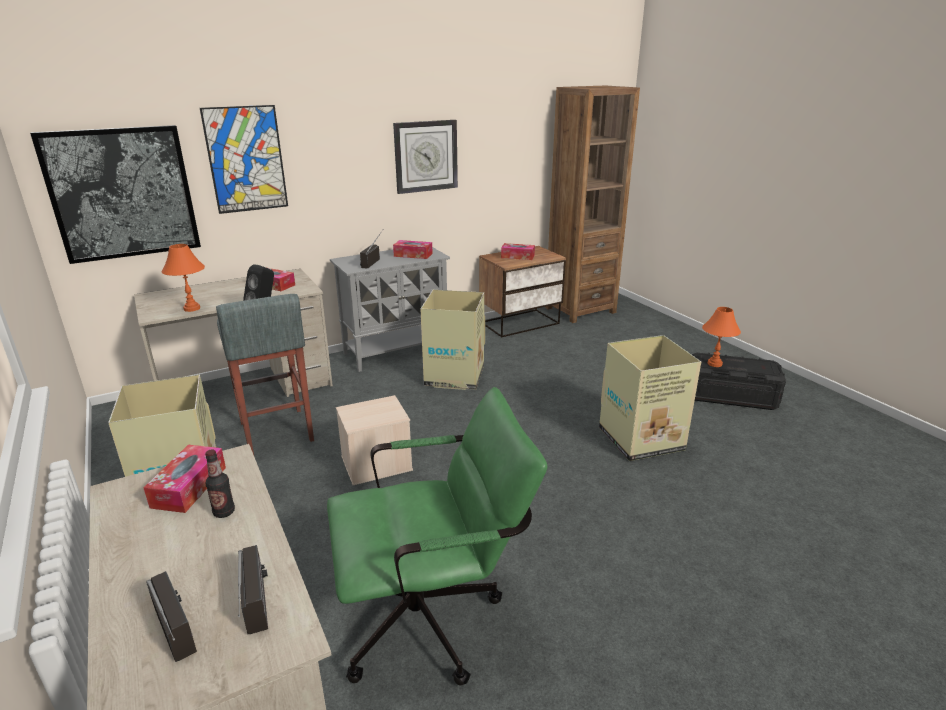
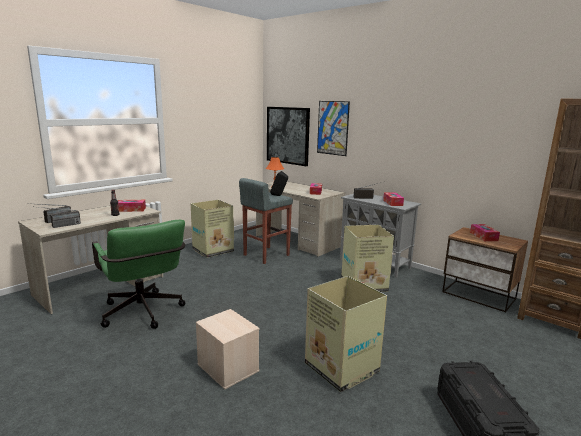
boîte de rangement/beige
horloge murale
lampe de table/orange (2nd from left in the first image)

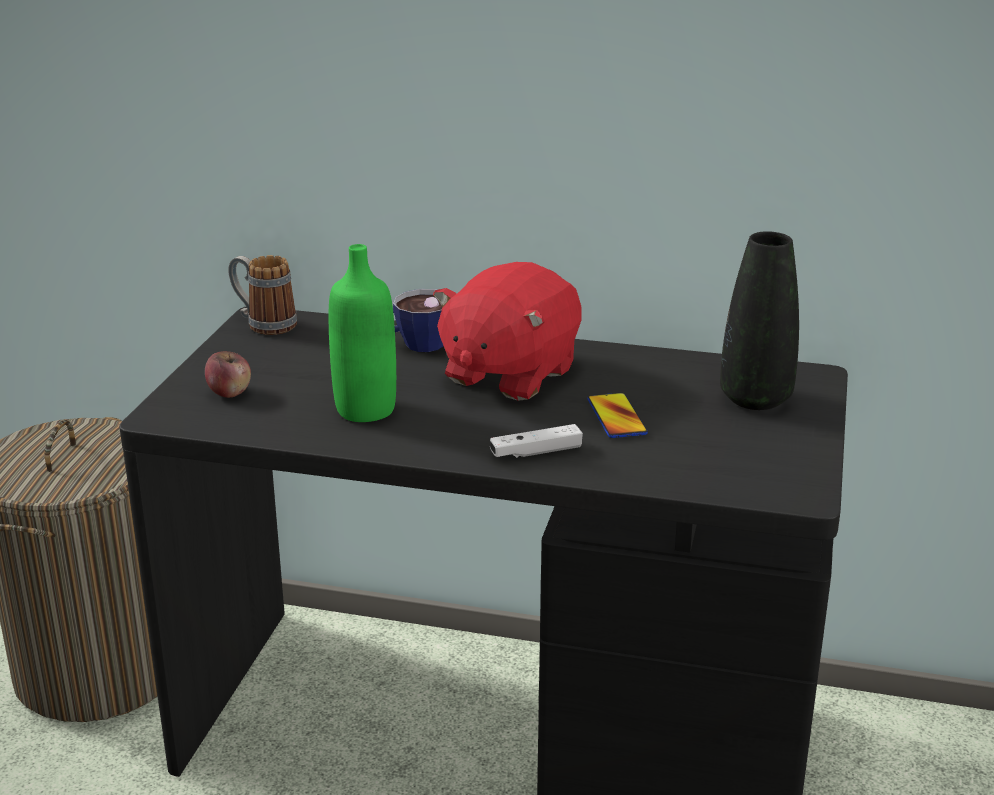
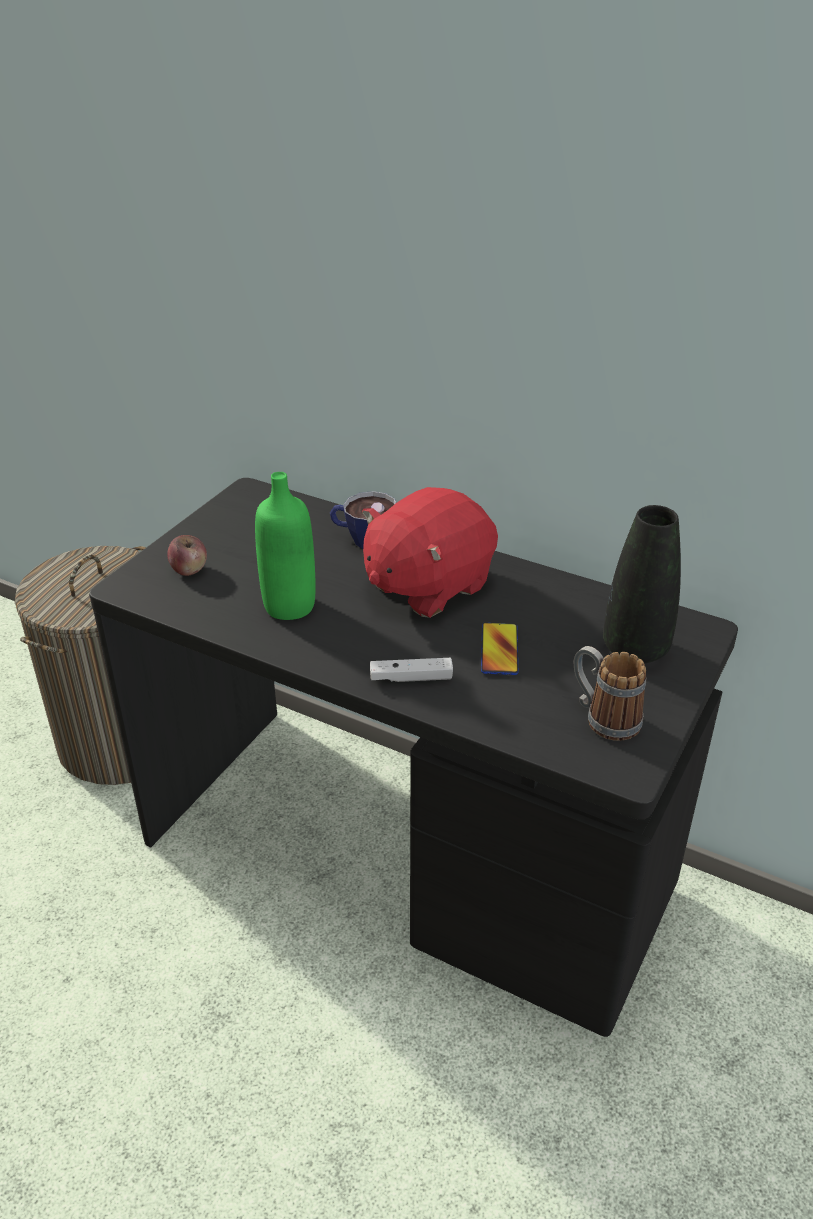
mug

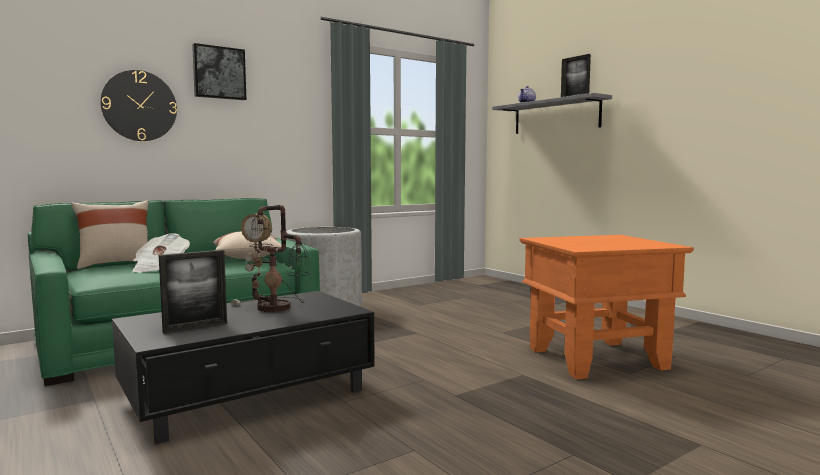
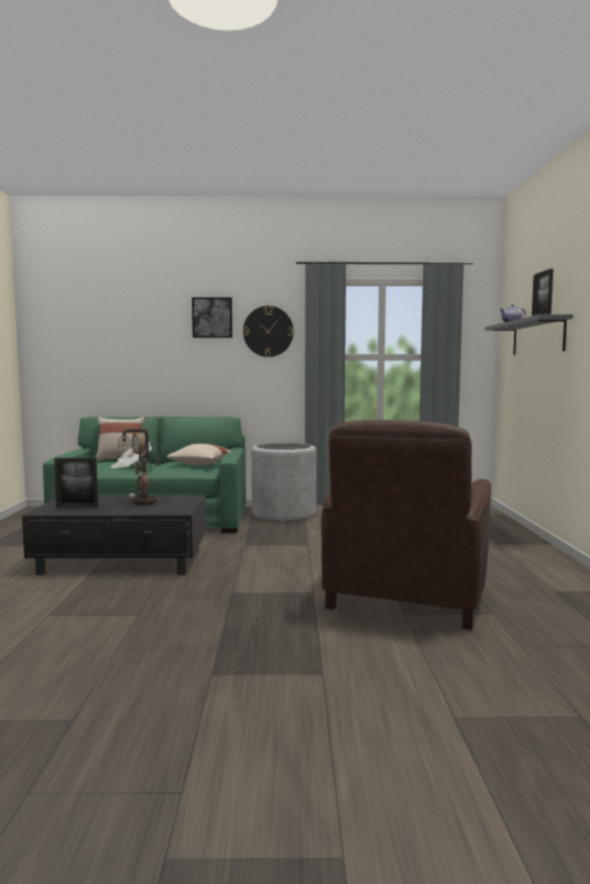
horloge murale
fauteuil/marron

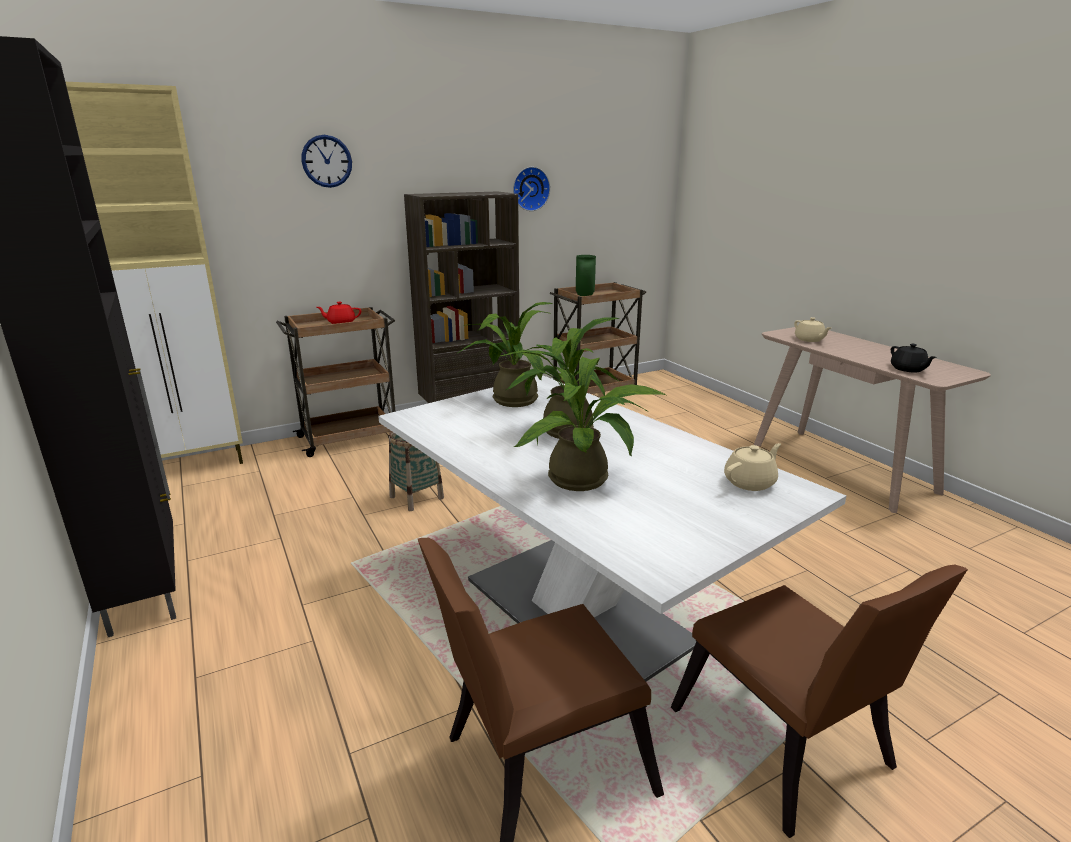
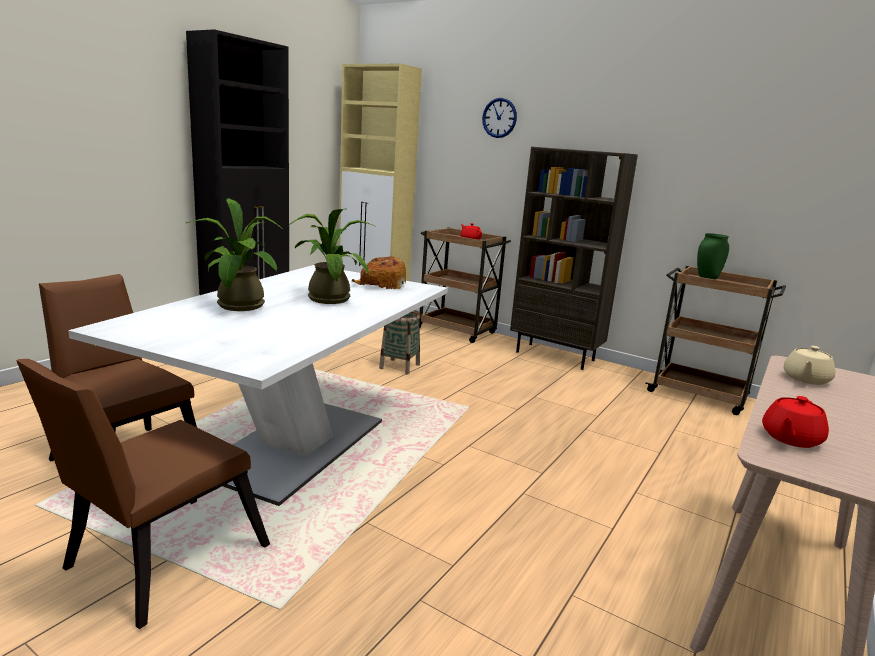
pain
théière/rouge (2nd from left)
horloge murale (2nd from left in the first image)
théière/beige (1st from left in the first image)

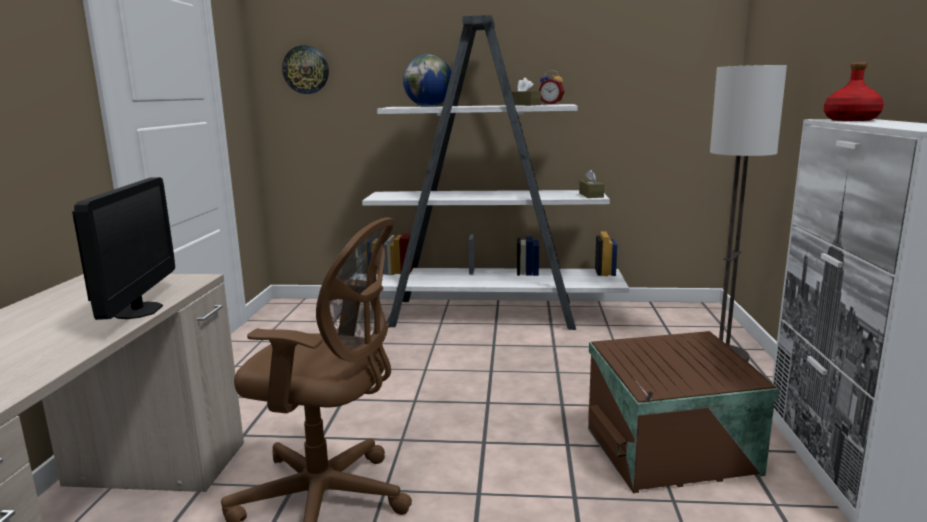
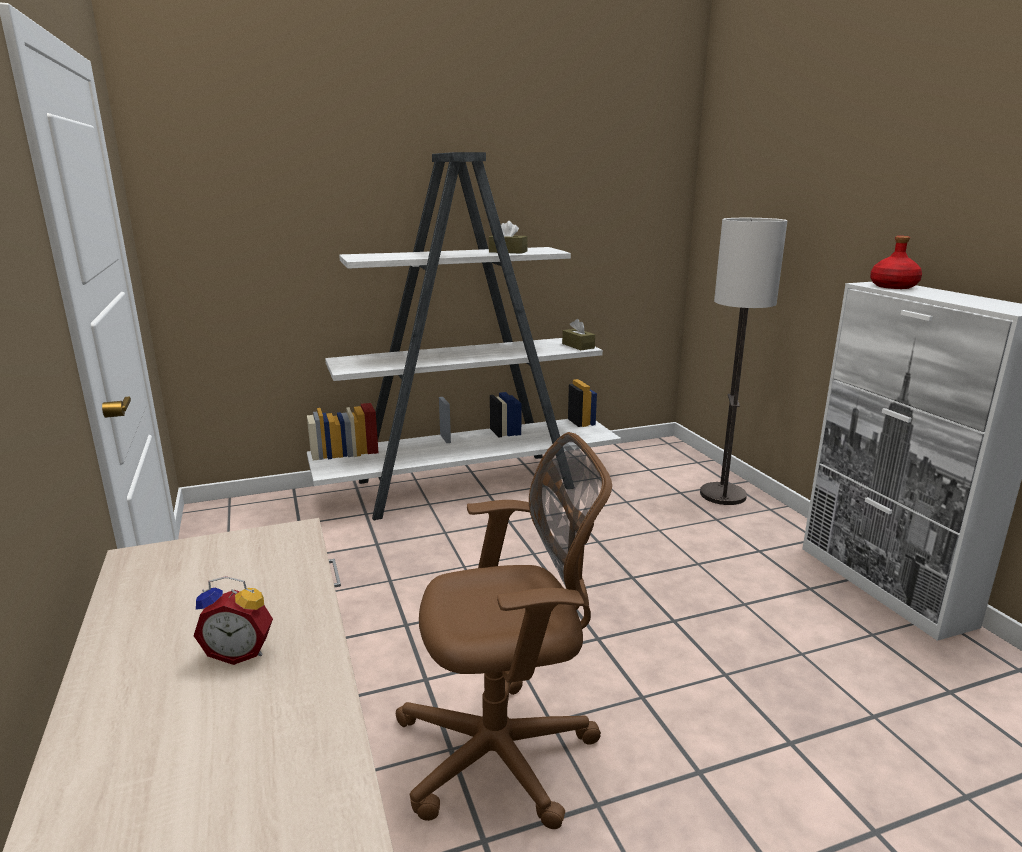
réveil
écran d'ordinateur
horloge murale
globe
boîte de rangement/marron

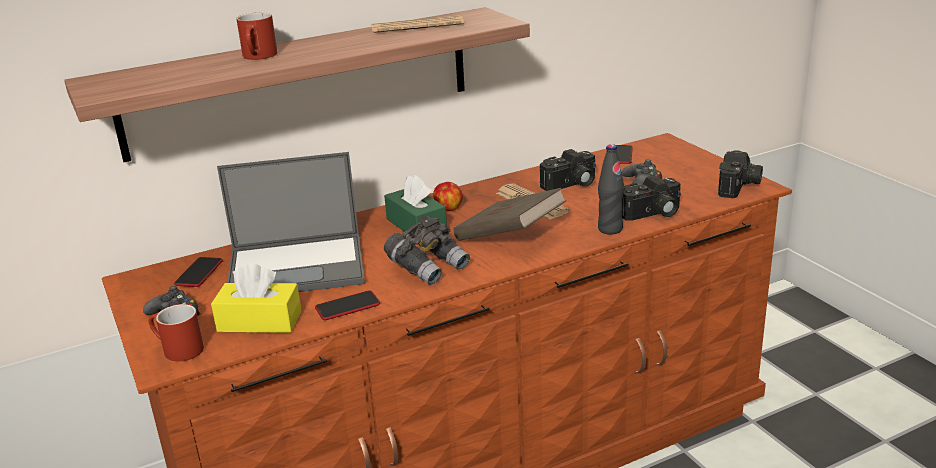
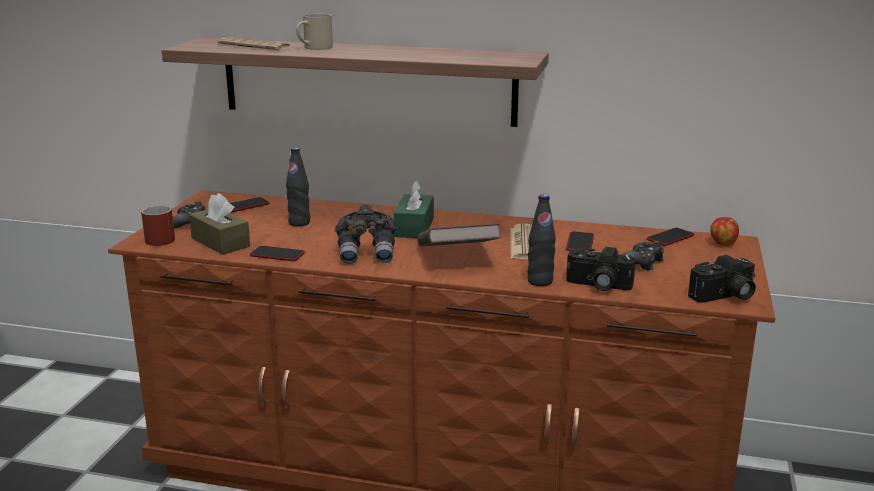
boîte à mouchoirs/marron
journal (1st from left)
bouteille/noir (1st from left)
mug/beige
téléphone (3rd from left)
pomme

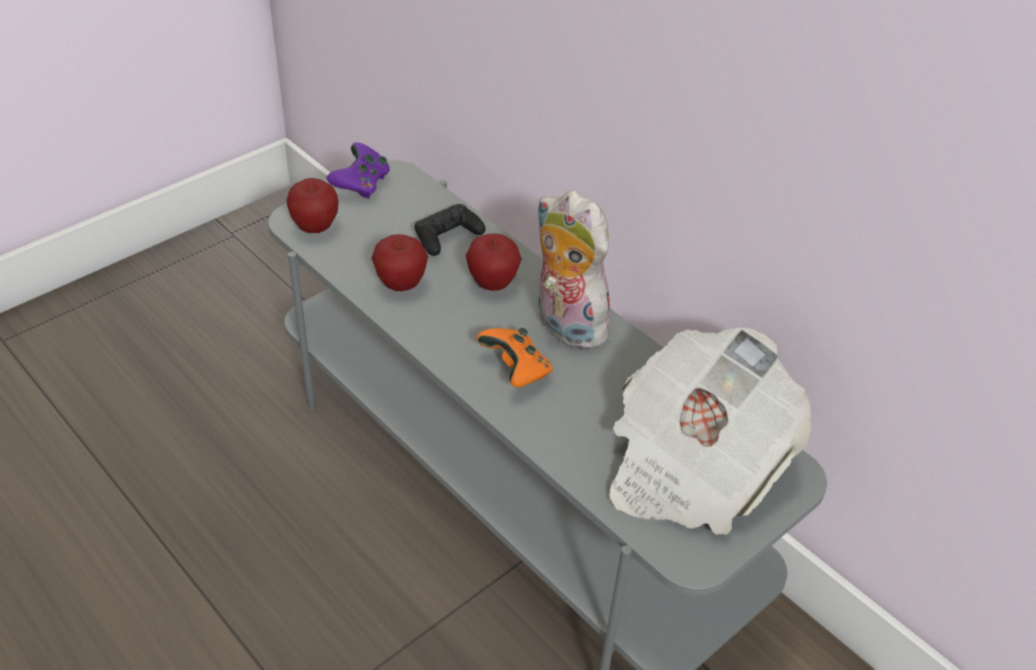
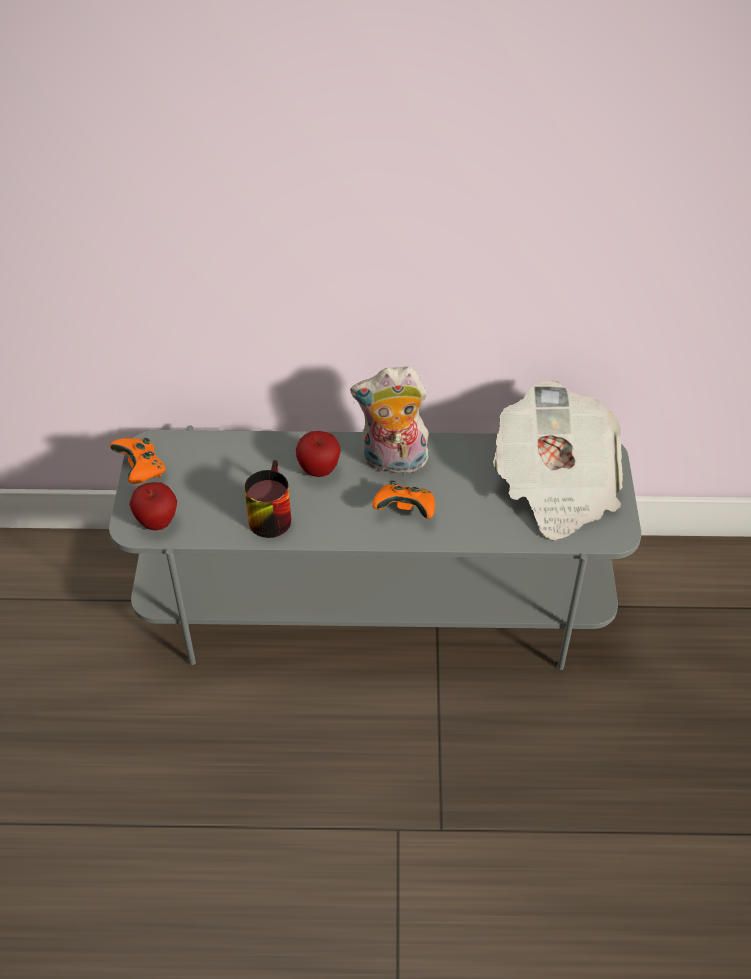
manette/orange (1st from left)
mug
manette/noir

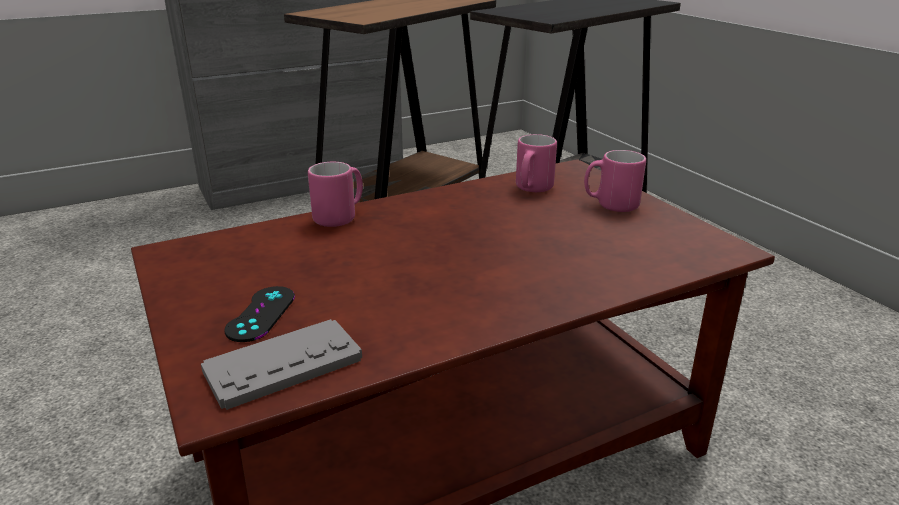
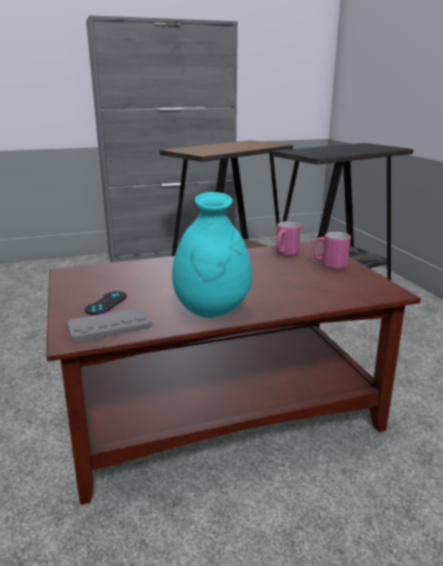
vase/turquoise
mug/rose (1st from left in the first image)

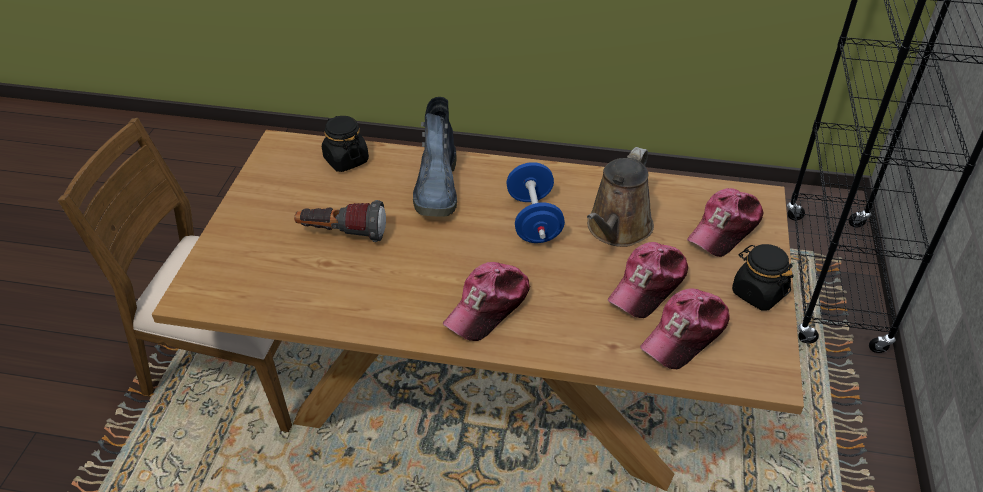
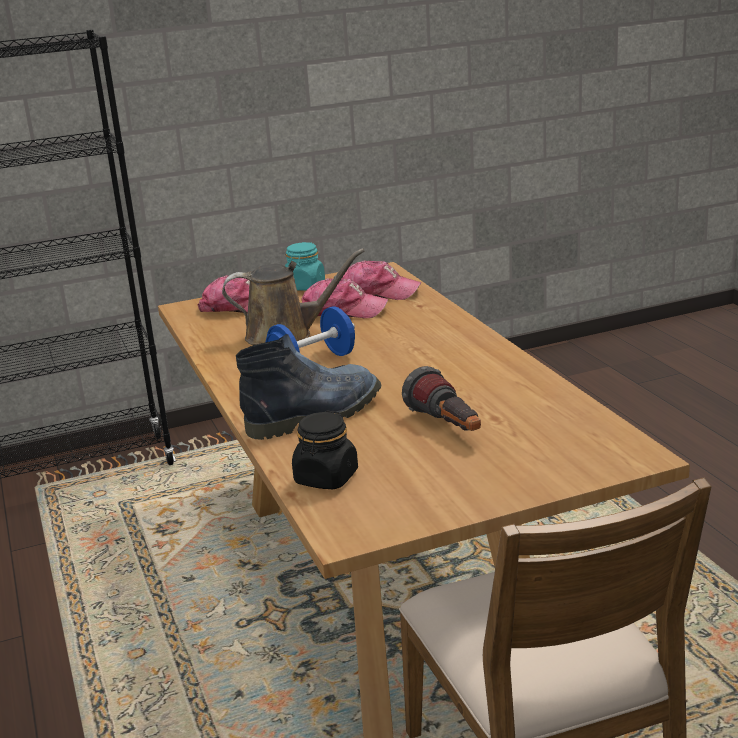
bocal/turquoise
casquette (1st from left in the first image)

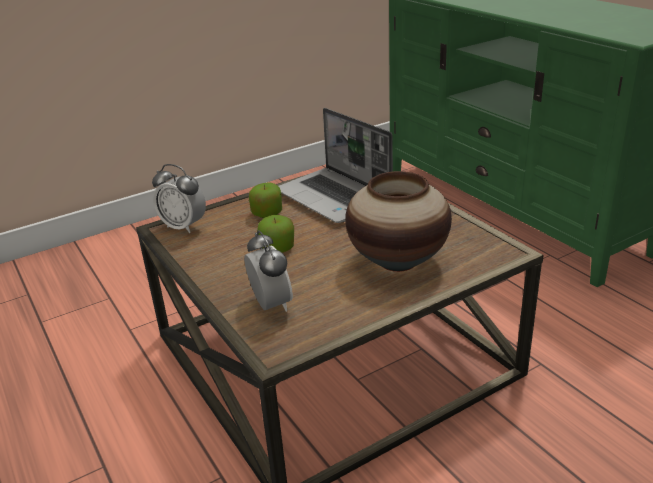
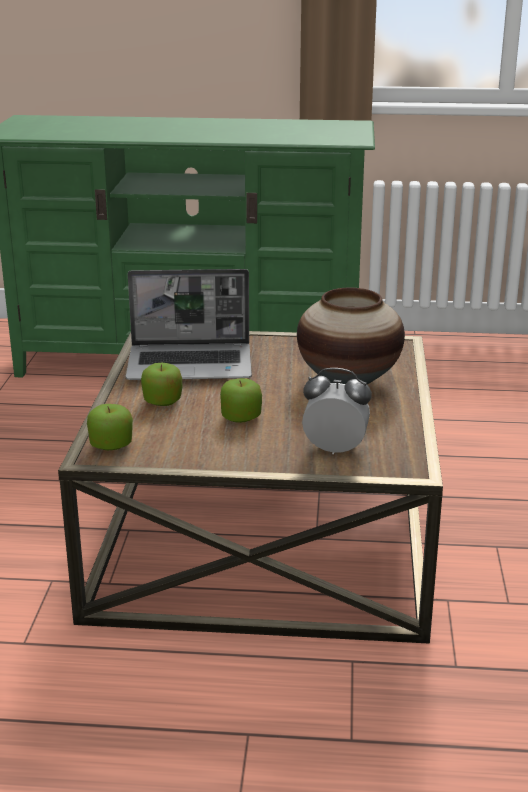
pomme (1st from left)

